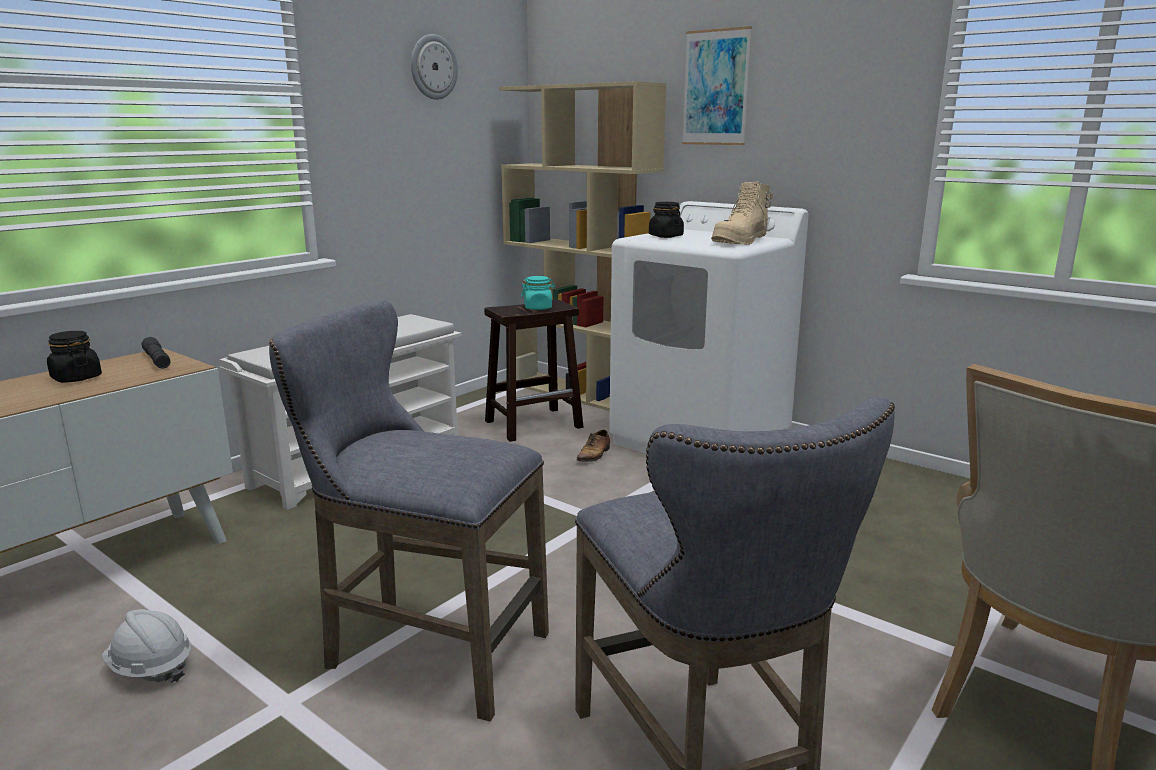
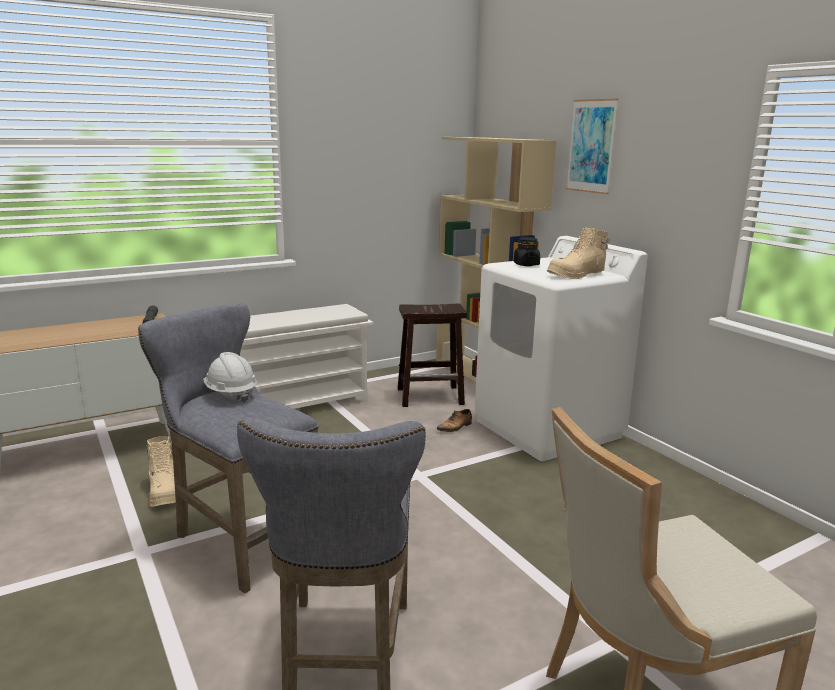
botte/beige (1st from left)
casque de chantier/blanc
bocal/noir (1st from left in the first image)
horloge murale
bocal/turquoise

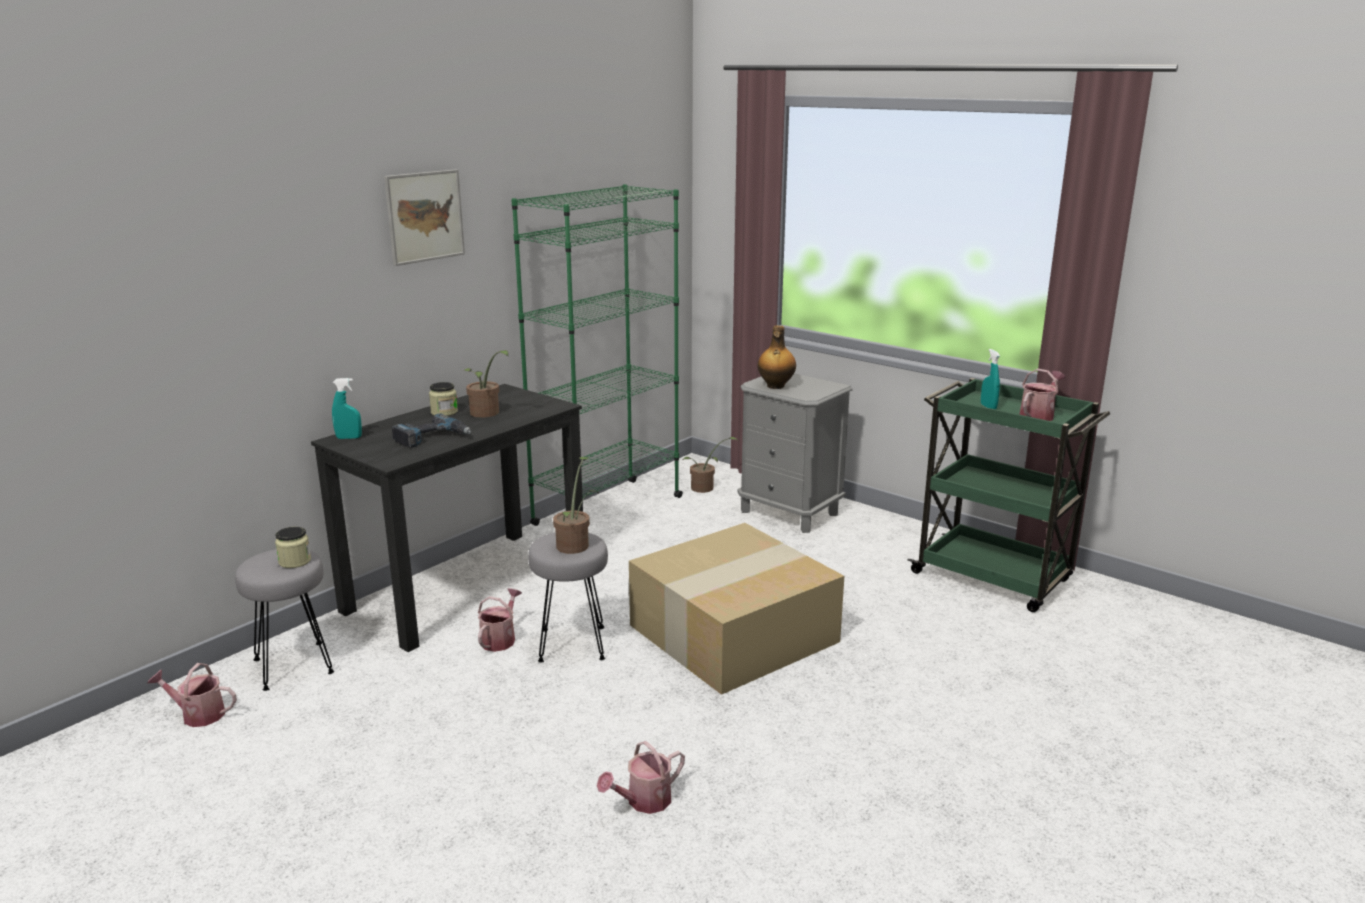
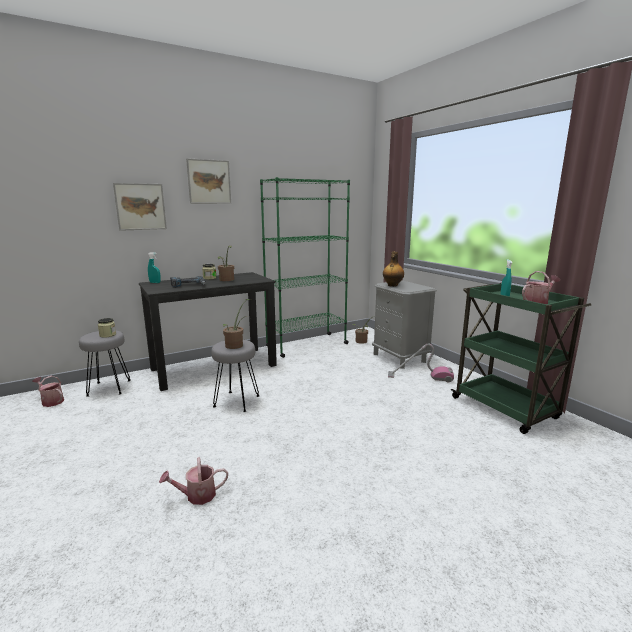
tableau (1st from left)
aspirateur
arrosoir (2nd from left in the first image)
carton

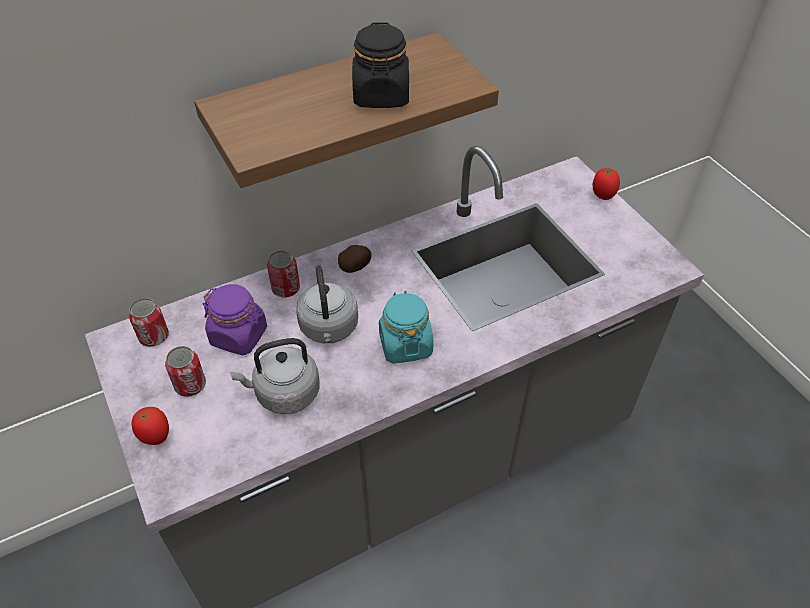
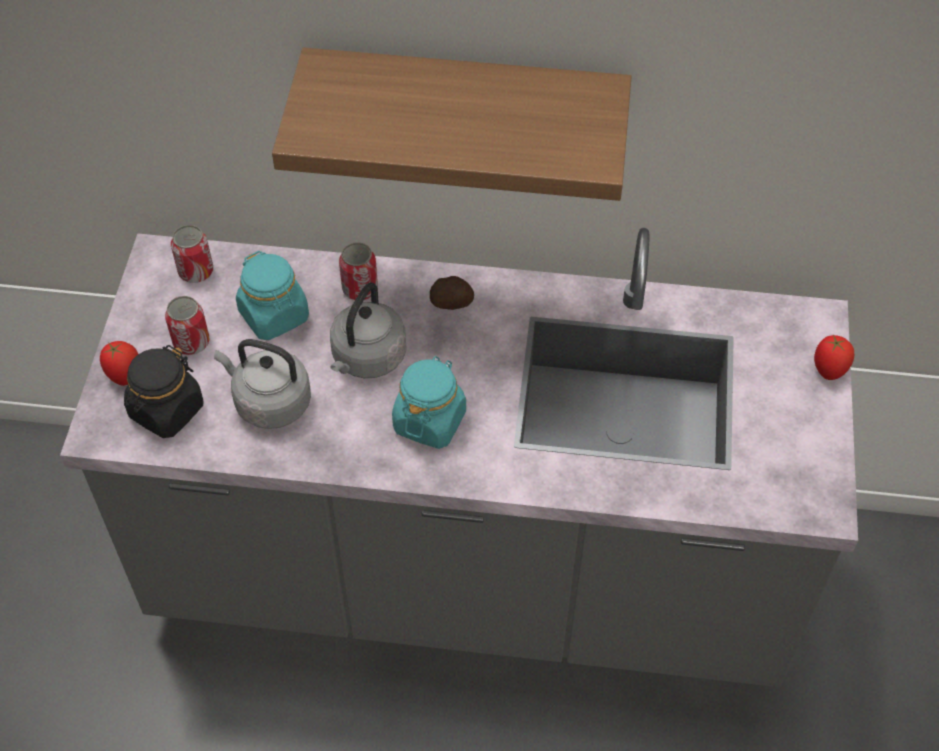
bocal/noir
bocal/turquoise (1st from left)

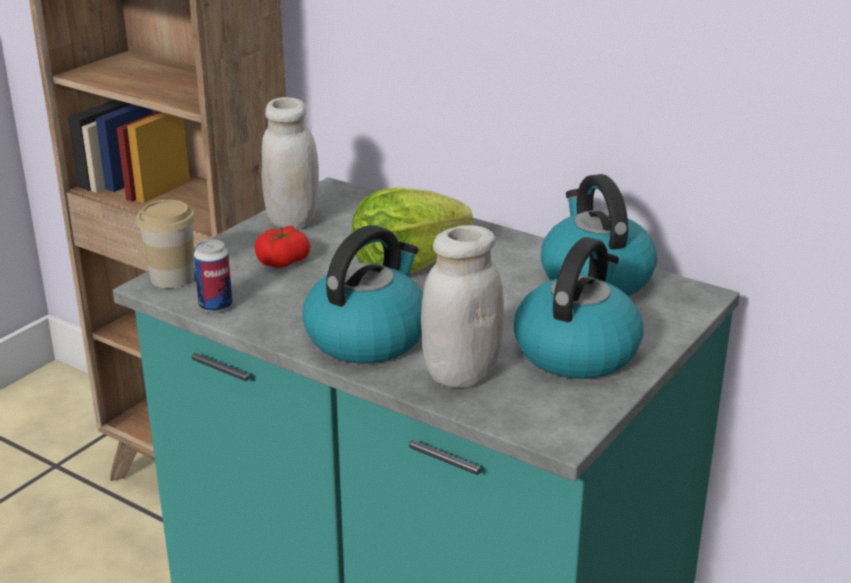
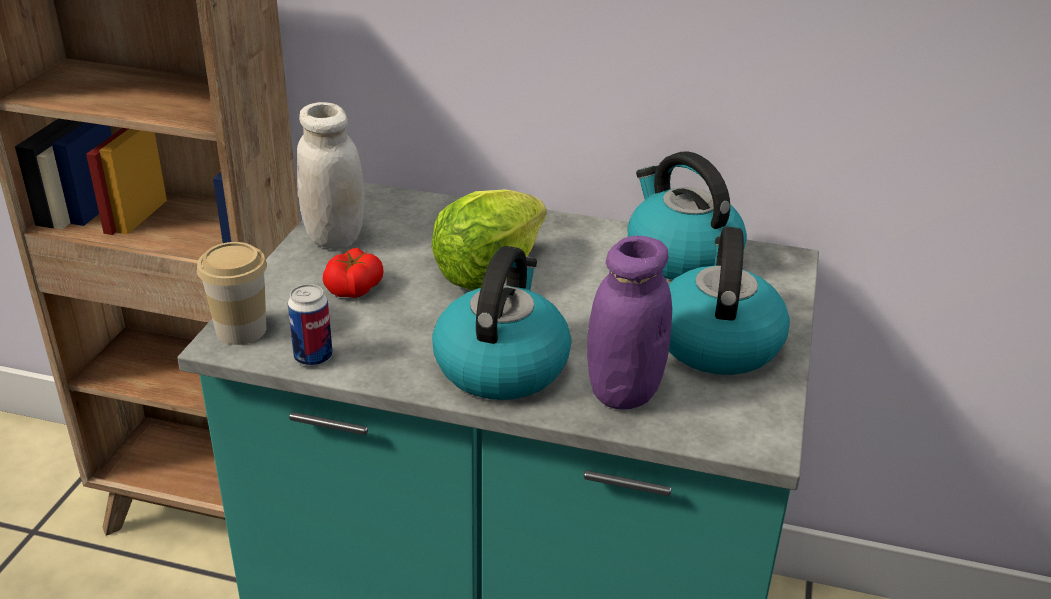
bocal/violet

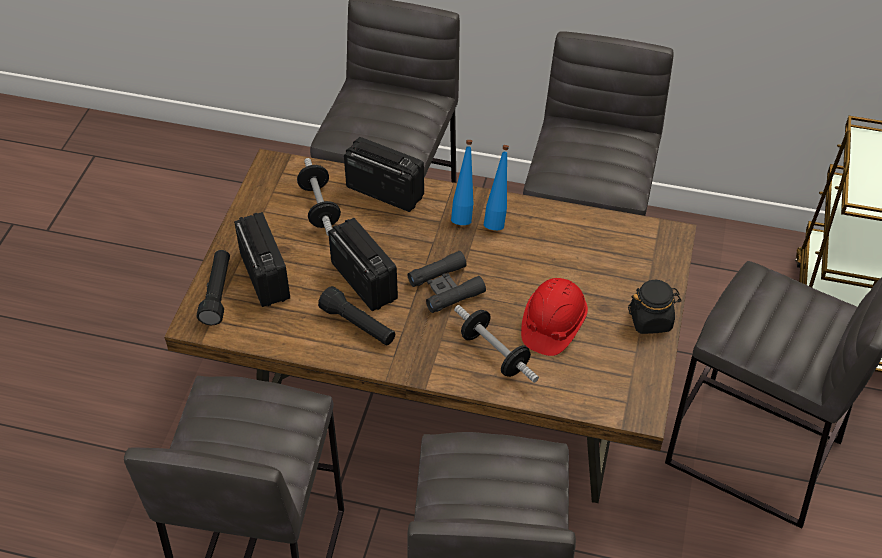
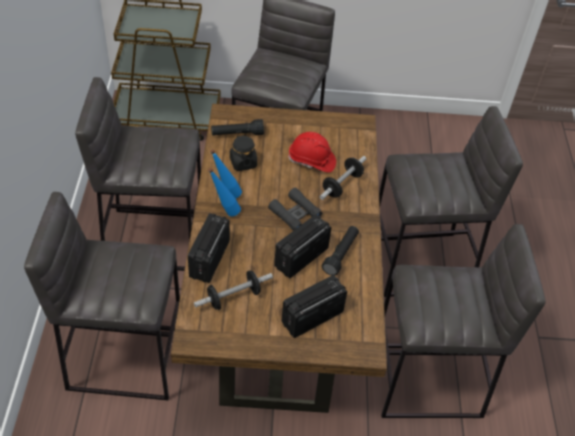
lampe de poche/noir (1st from left)
bocal/noir

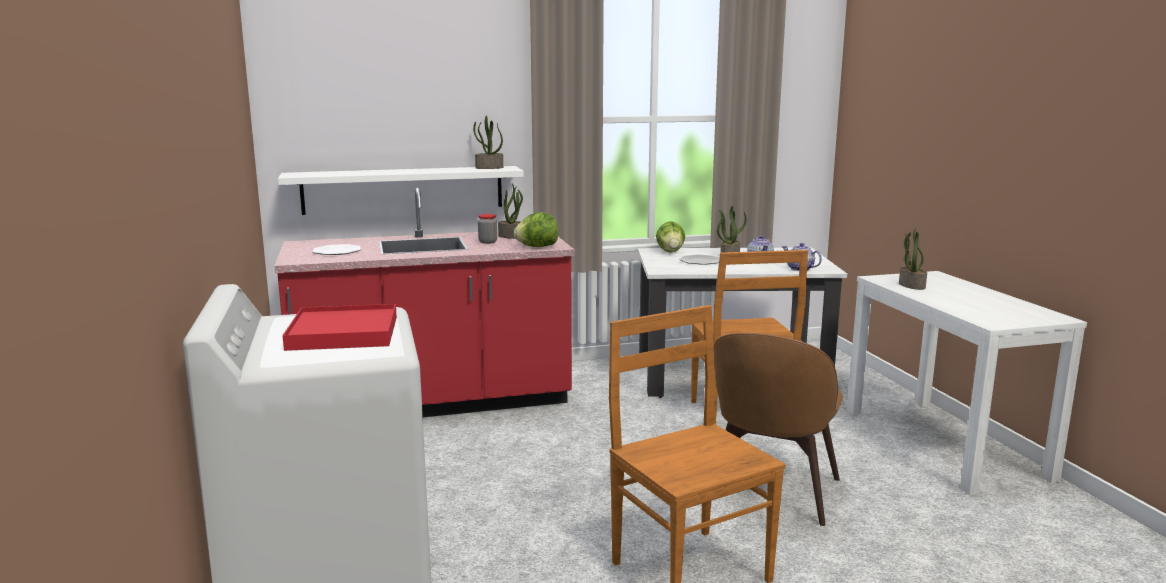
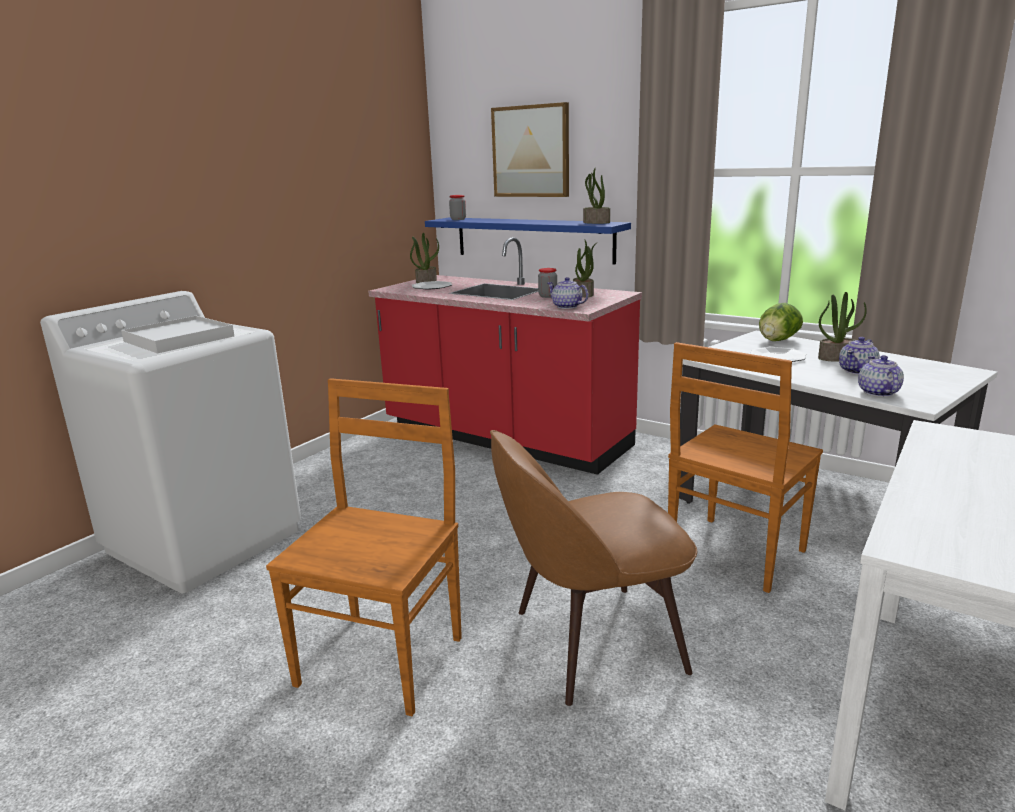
plateau/blanc
plante en pot (1st from left)
étagère/bleu
bocal (1st from left)
tableau
théière (1st from left)

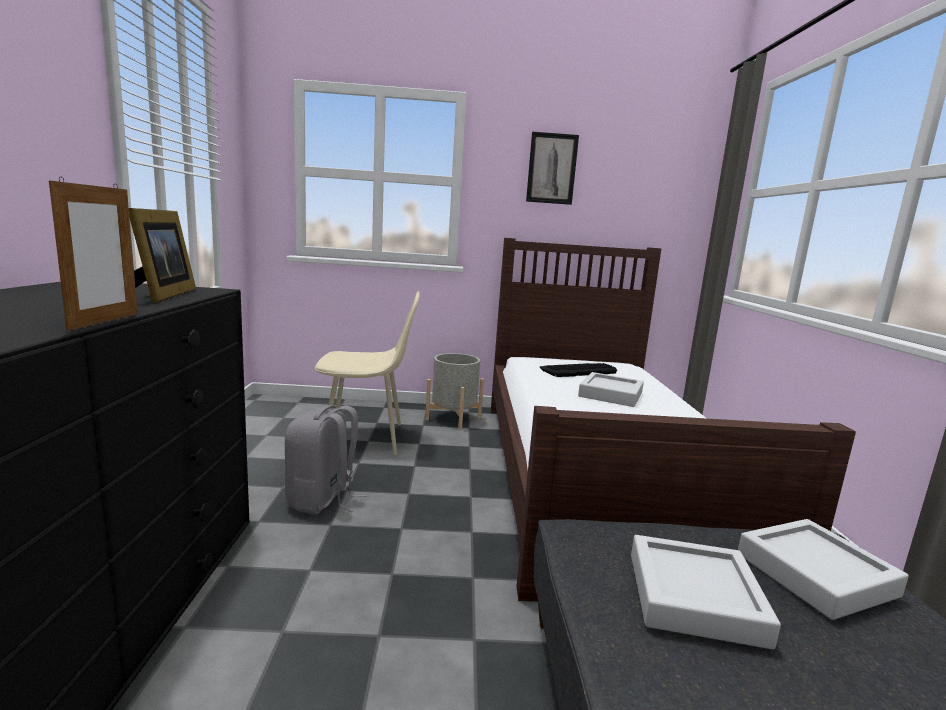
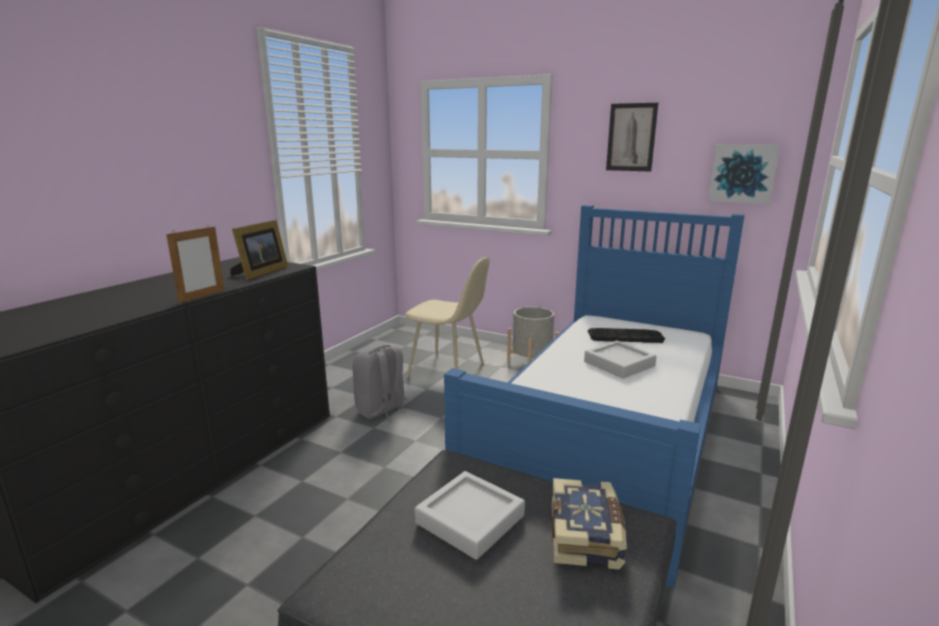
lit/bleu
livre
tableau (2nd from left)

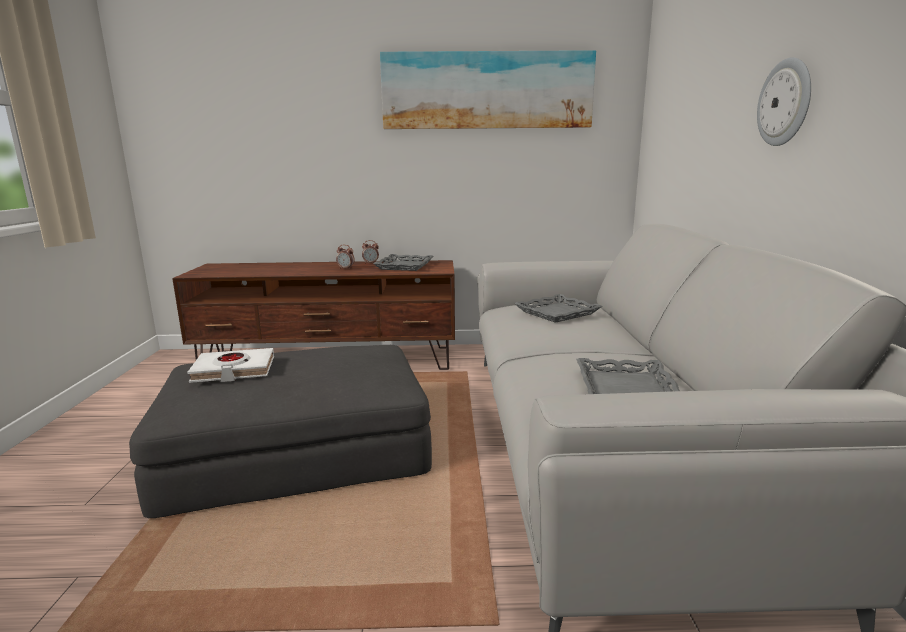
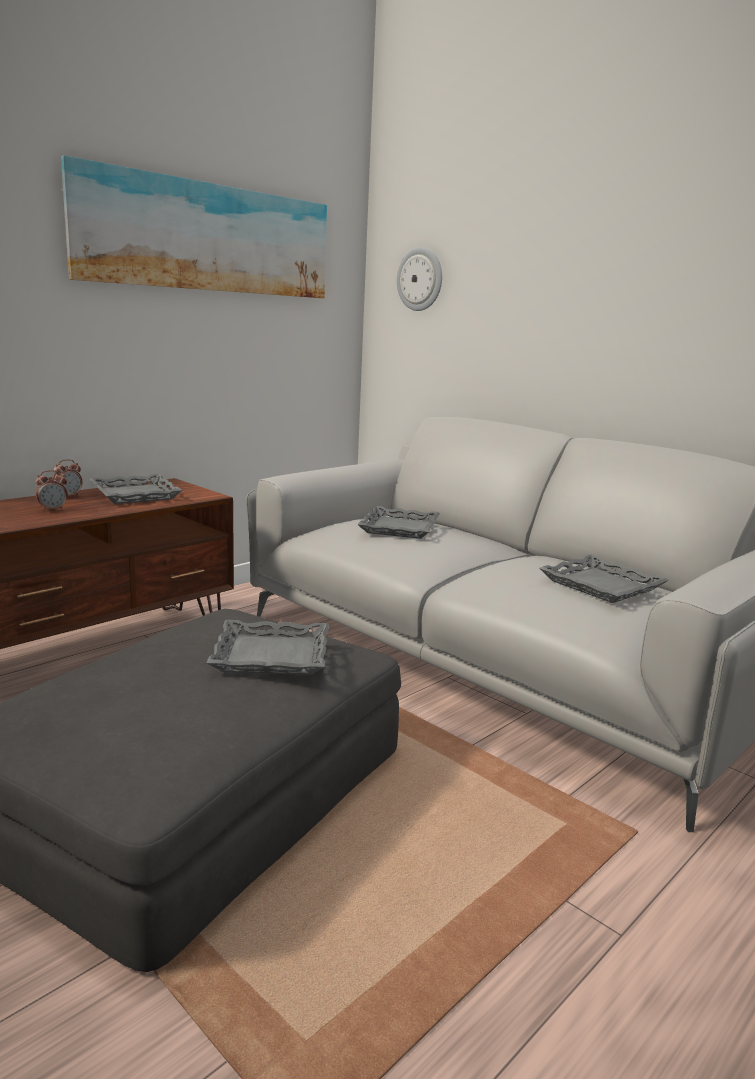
plateau/gris (2nd from left)
horloge murale
livre/blanc

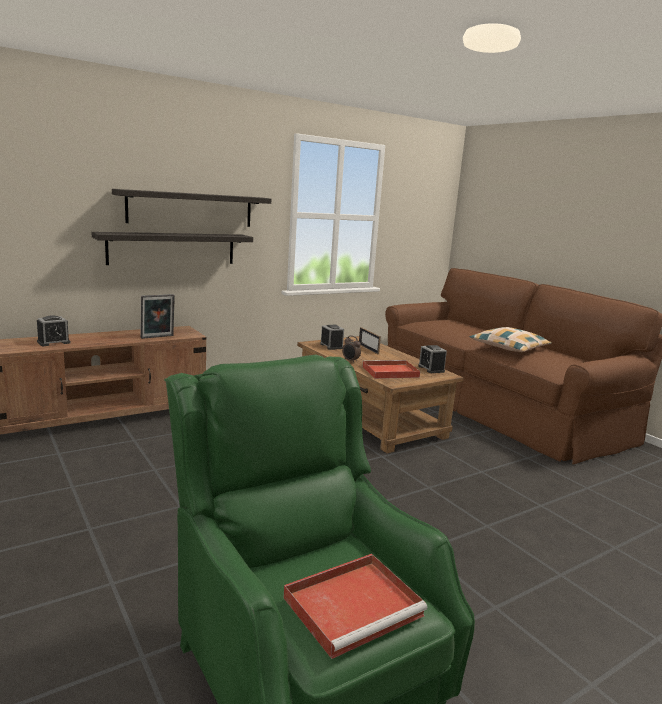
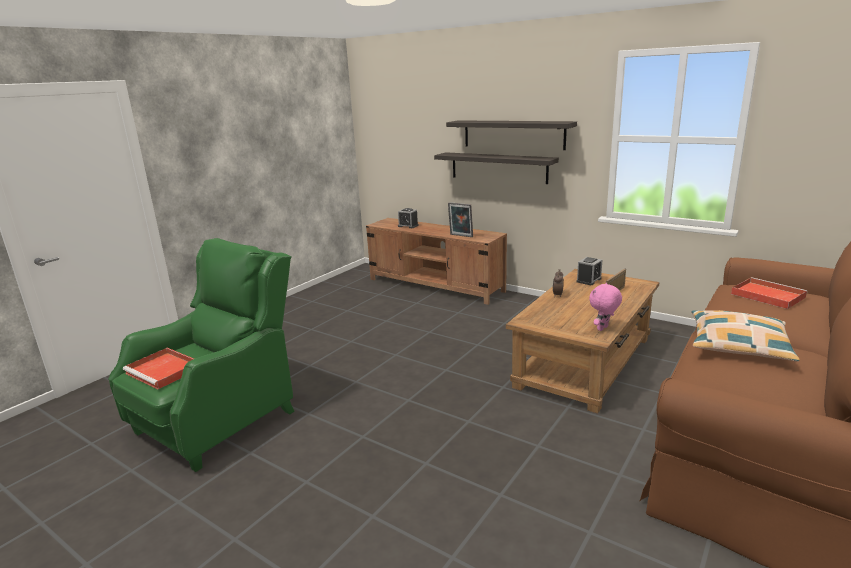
peluche/rose
plateau/rouge (2nd from left)

